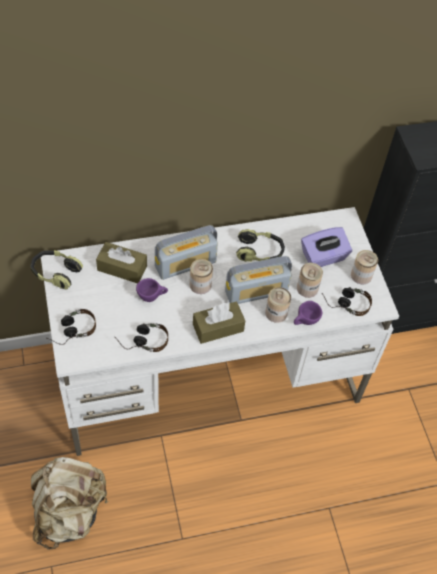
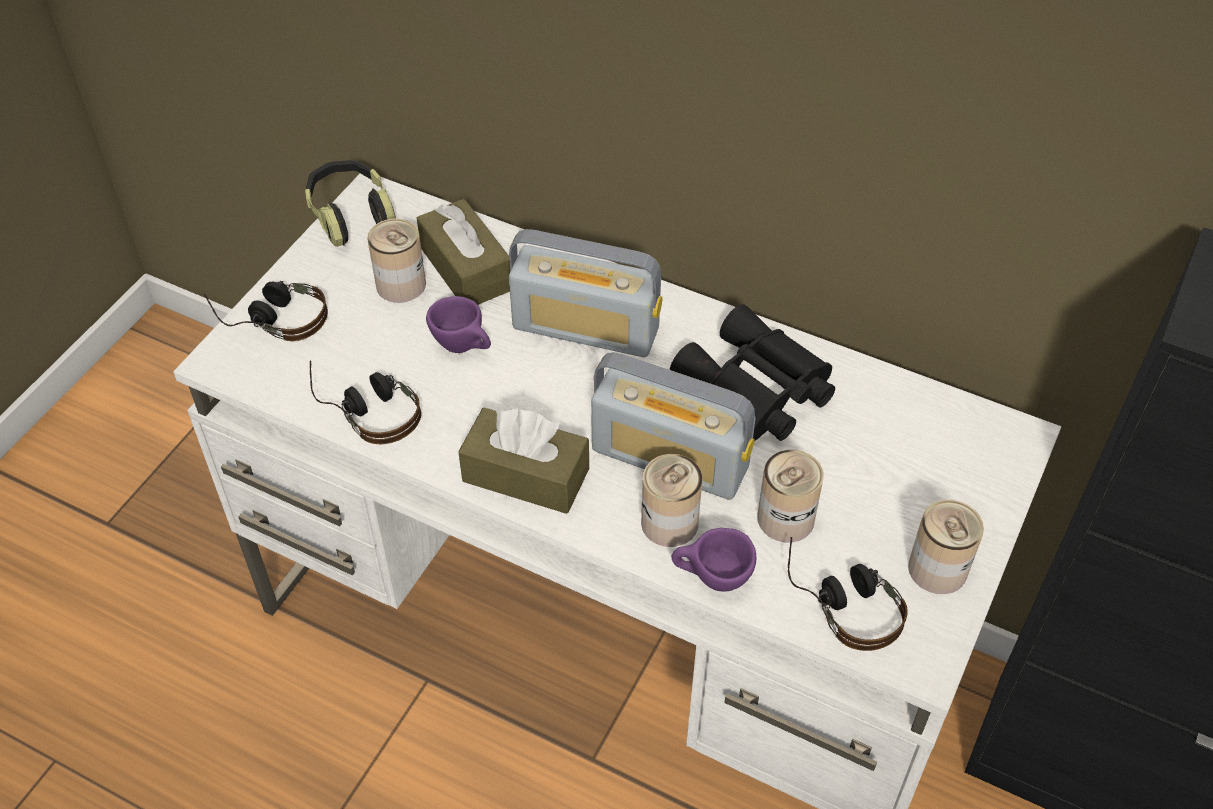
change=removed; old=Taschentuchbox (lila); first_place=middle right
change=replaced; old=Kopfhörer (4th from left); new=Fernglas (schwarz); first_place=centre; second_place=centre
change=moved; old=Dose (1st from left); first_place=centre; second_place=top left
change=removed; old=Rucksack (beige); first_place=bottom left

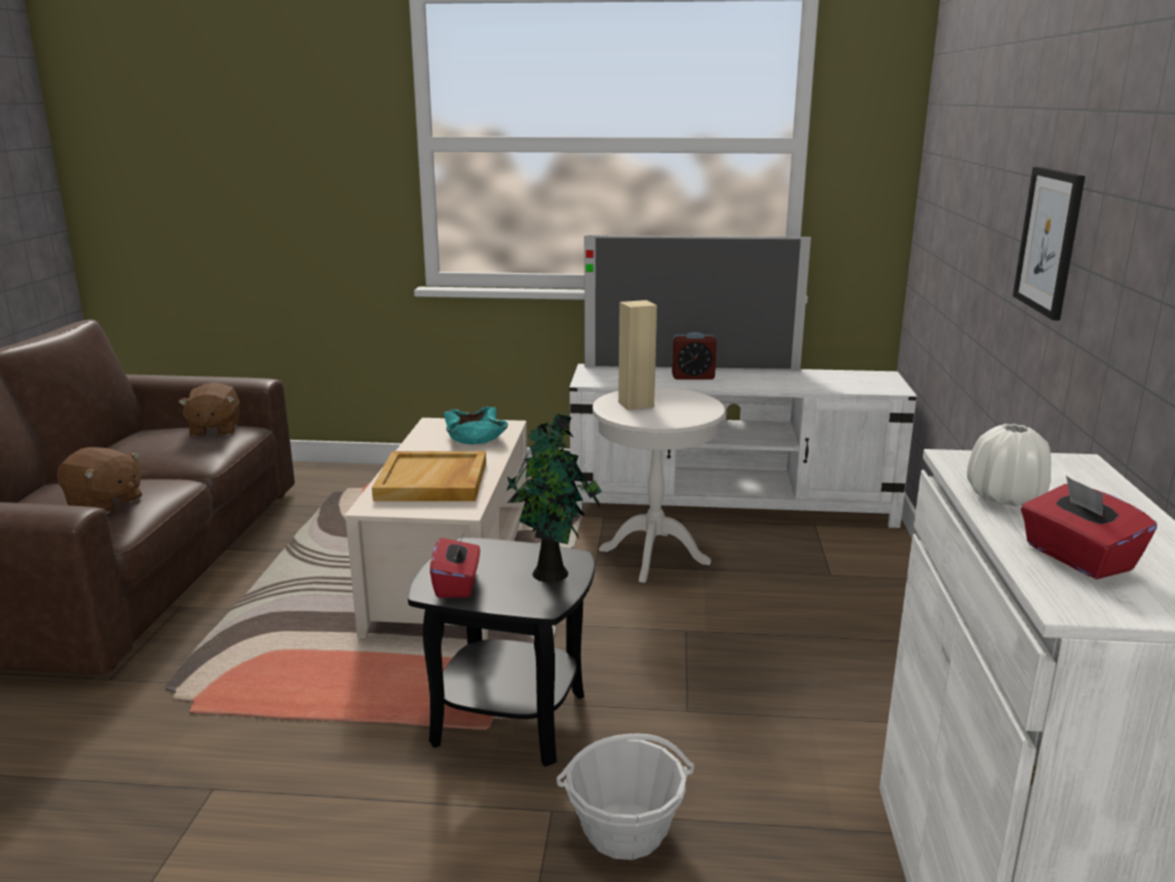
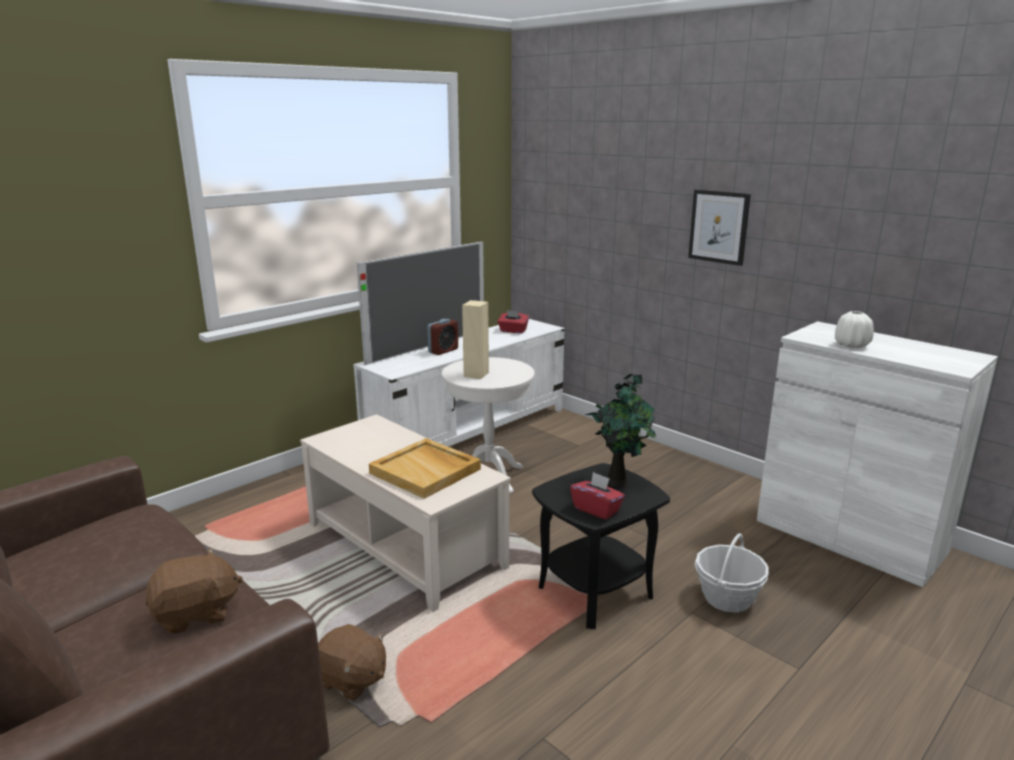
change=moved; old=Plüschtier (braun) (2nd from left); first_place=middle left; second_place=bottom centre
change=removed; old=Schüssel (türkis); first_place=centre
change=moved; old=Taschentuchbox (rot) (2nd from left in the first image); new=Taschentuchbox (rot) (1st from left); first_place=middle right; second_place=centre

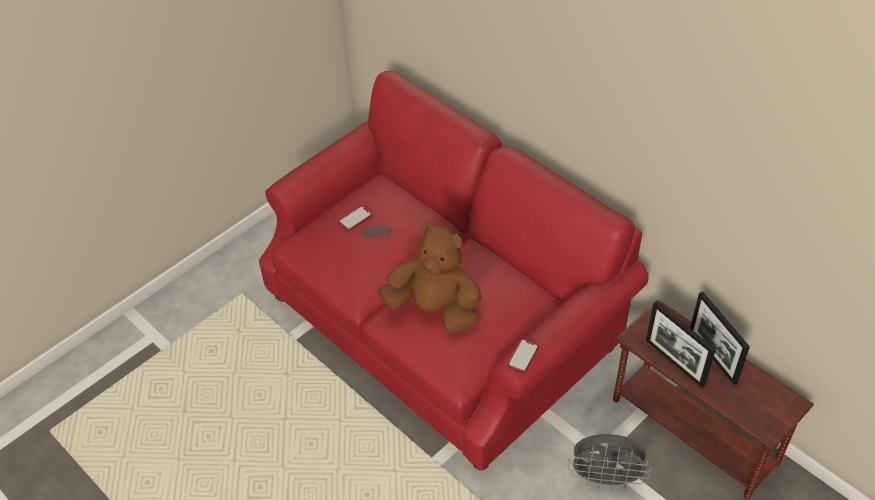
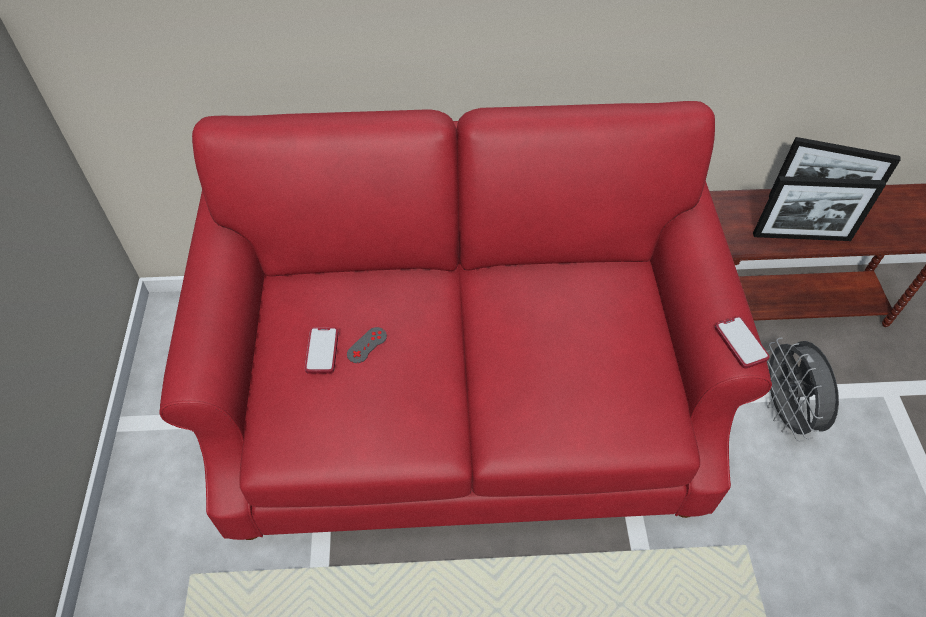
change=removed; old=Plüschtier (braun); first_place=centre
change=turned; old=Ventilator (grau); first_place=bottom right; second_place=middle right; degrees=120

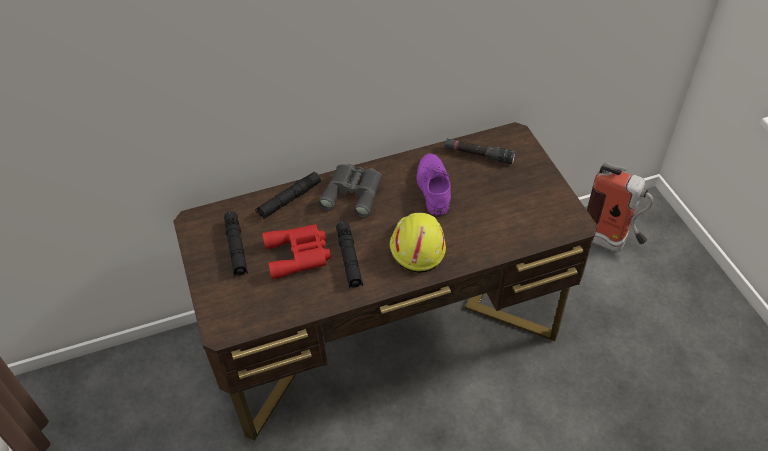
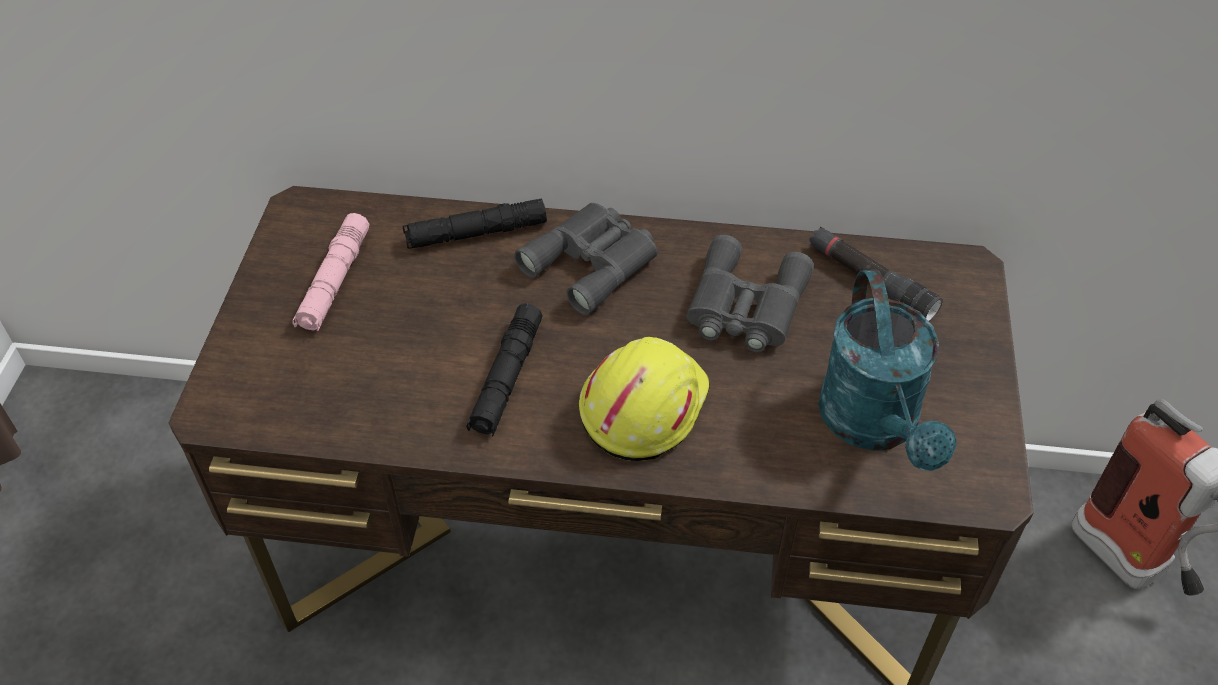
change=replaced; old=Schuh (lila); new=Fernglas (grau) (2nd from left); first_place=centre; second_place=centre
change=recoloured; old=Taschenlampe (schwarz) (1st from left); new=Taschenlampe (rosa); first_place=middle left; second_place=middle left
change=removed; old=Fernglas (rot); first_place=centre
change=added; new=Gießkanne (türkis); second_place=middle right

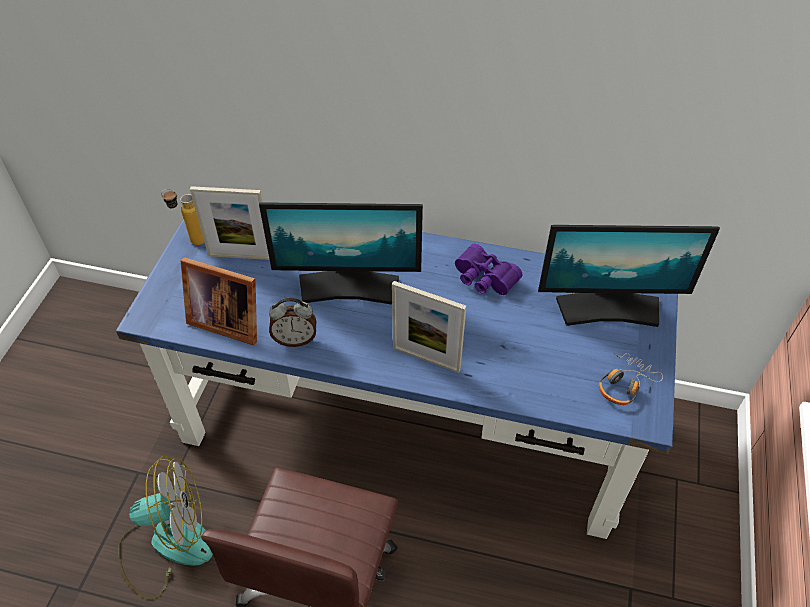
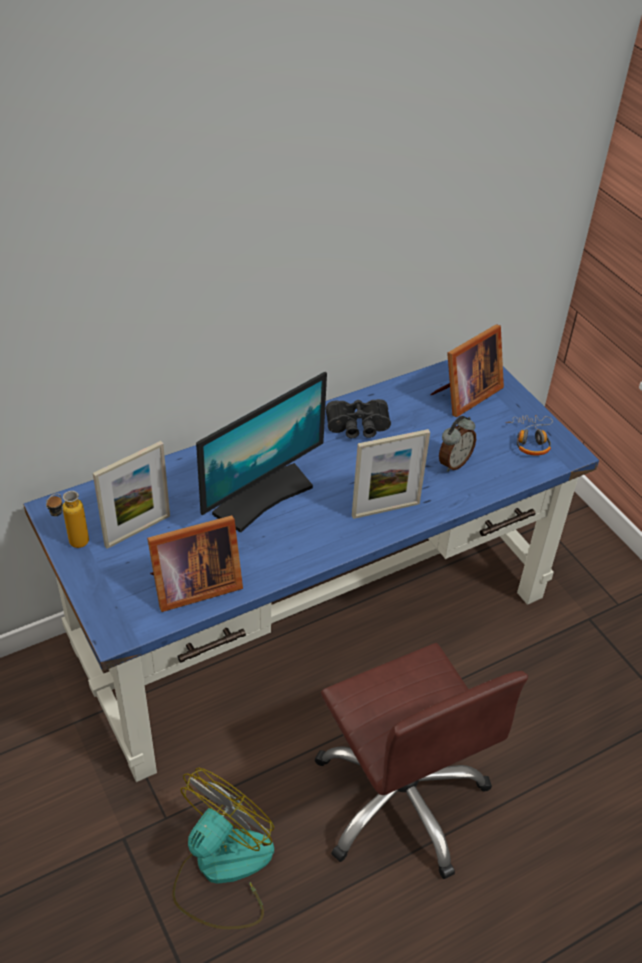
change=replaced; old=Monitor (2nd from left); new=Bilderrahmen (4th from left); first_place=middle right; second_place=middle right
change=recoloured; old=Fernglas (lila); new=Fernglas (schwarz); first_place=centre; second_place=centre
change=moved; old=Wecker; first_place=centre; second_place=middle right

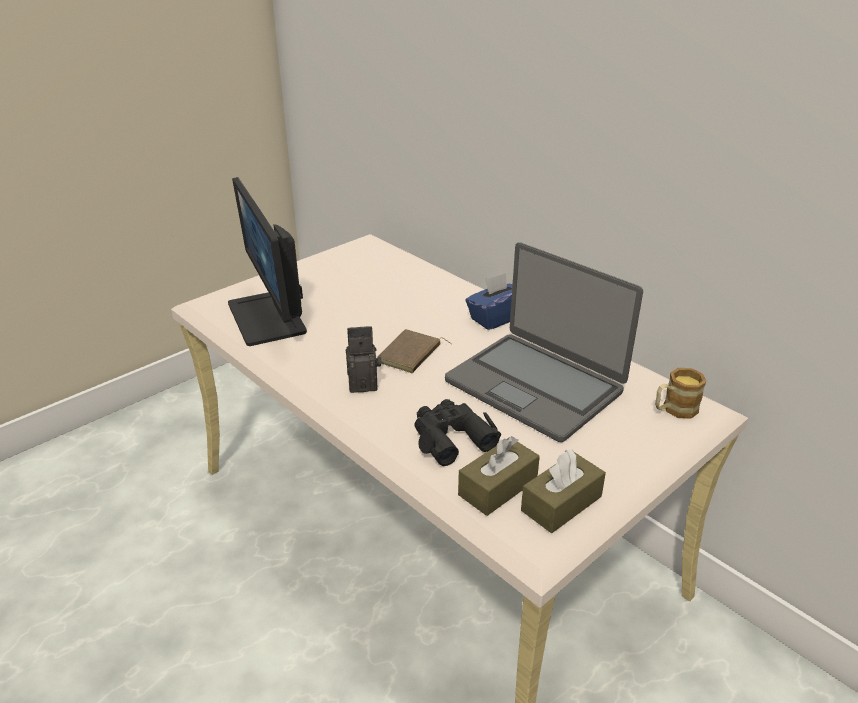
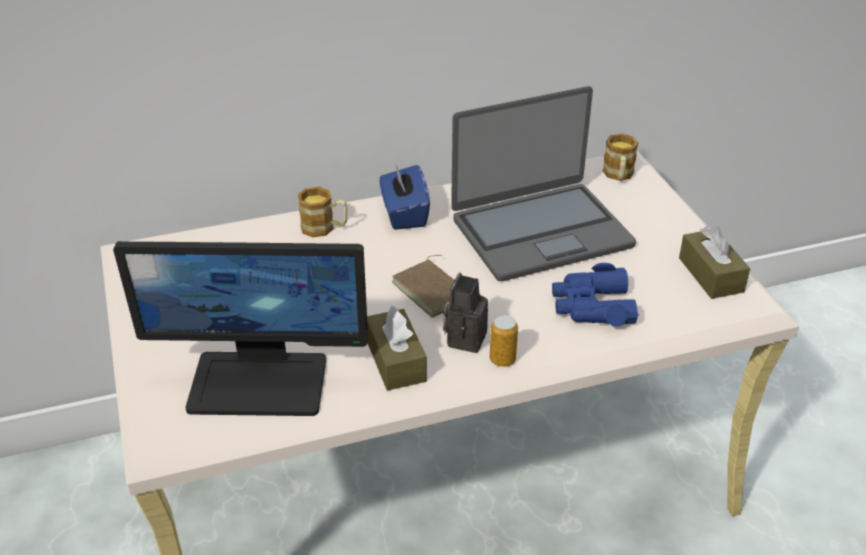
change=recoloured; old=Fernglas (schwarz); new=Fernglas (blau); first_place=centre; second_place=middle right
change=moved; old=Taschentuchbox (braun) (1st from left); first_place=bottom centre; second_place=centre
change=added; new=Henkelbecher (1st from left); second_place=centre
change=added; new=Dose; second_place=centre

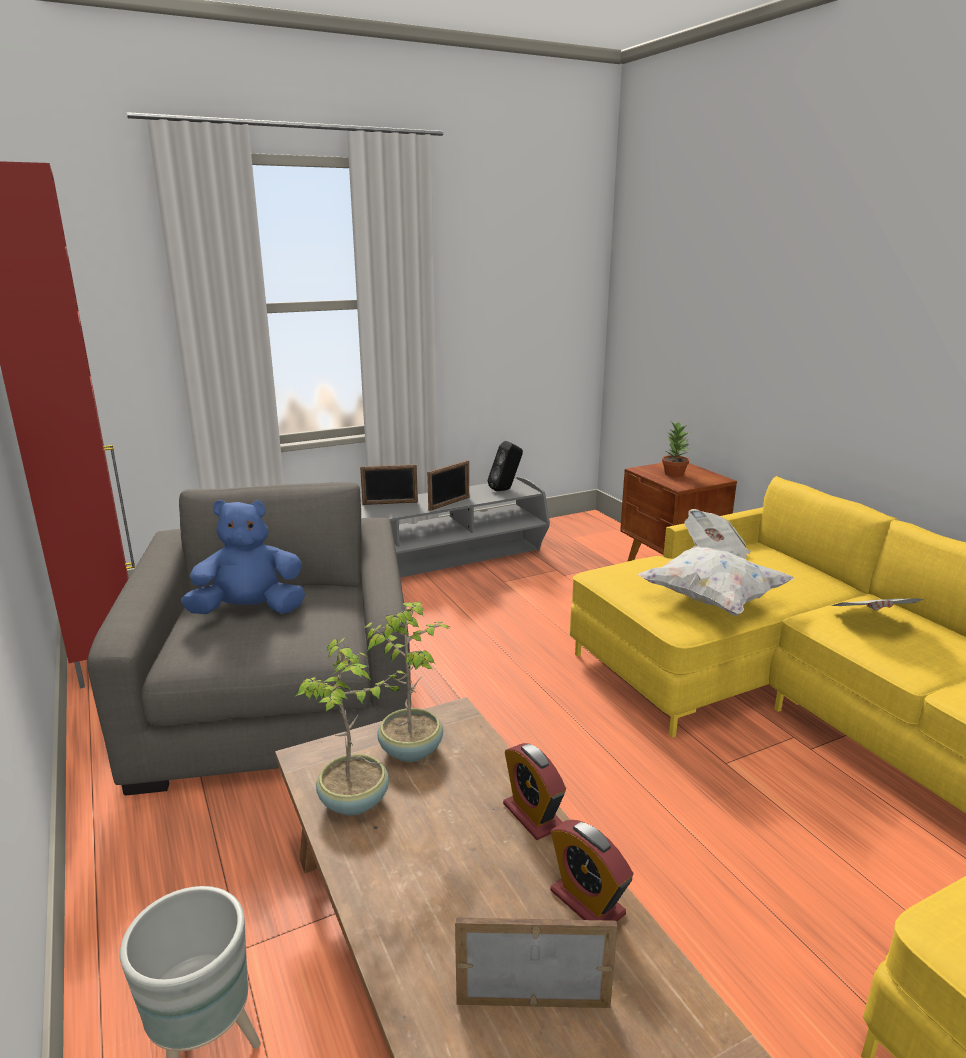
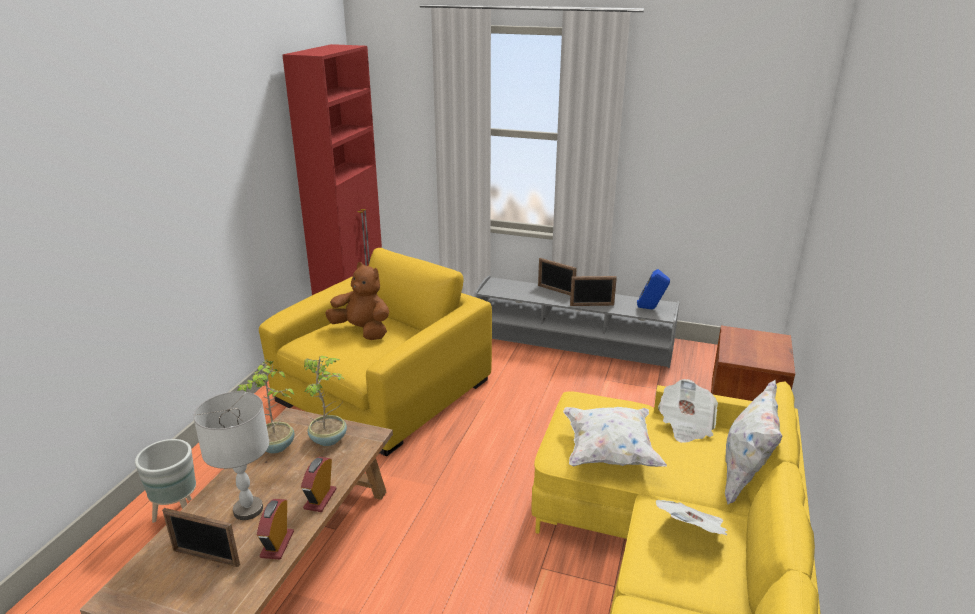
change=removed; old=Topfpflanze (3rd from left); first_place=middle right
change=recoloured; old=Lautsprecher (schwarz); new=Lautsprecher (blau); first_place=centre; second_place=middle right
change=recoloured; old=Sessel (grau); new=Sessel (gelb); first_place=middle left; second_place=centre
change=recoloured; old=Plüschtier (blau); new=Plüschtier (braun); first_place=middle left; second_place=centre
change=turned; old=Bilderrahmen (3rd from left in the first image); first_place=bottom centre; second_place=bottom left; degrees=150
change=added; new=Kissen (weiß) (2nd from left); second_place=bottom right
change=added; new=Tischlampe (grau); second_place=bottom left

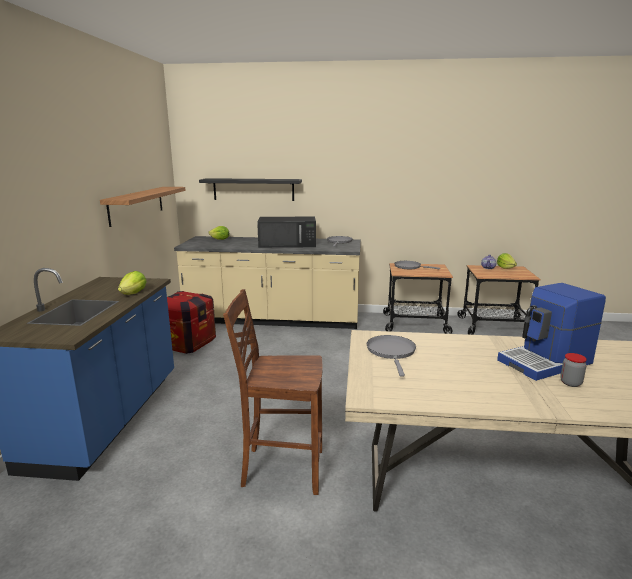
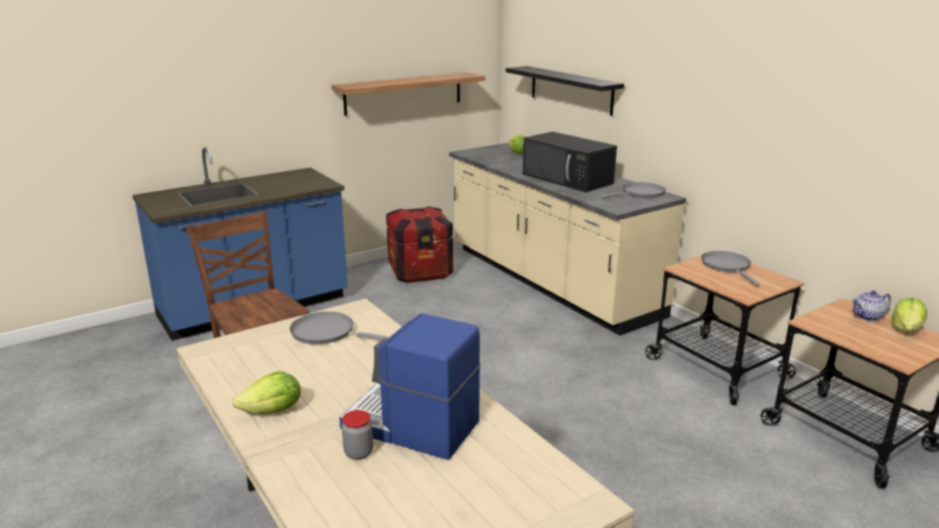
change=moved; old=Salatkopf (1st from left); first_place=middle left; second_place=bottom left
change=turned; old=Pfanne (grau) (2nd from left in the first image); first_place=centre; second_place=centre; degrees=-120

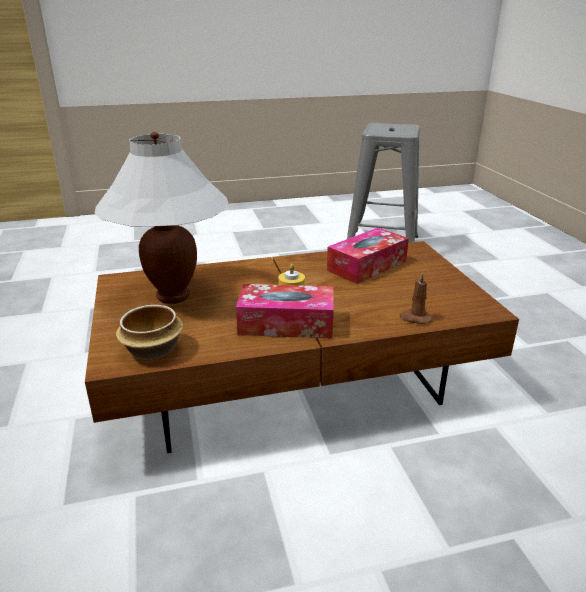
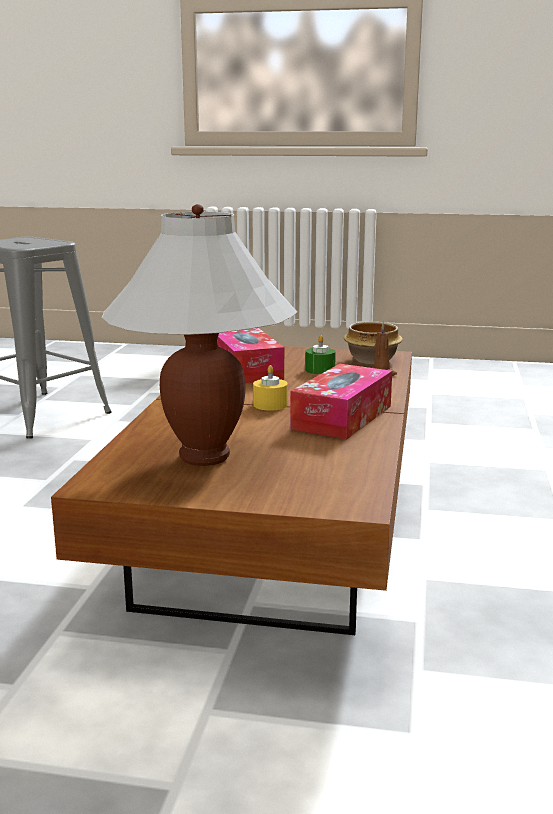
change=moved; old=Schüssel; first_place=middle left; second_place=middle right
change=added; new=Kerze (grün); second_place=centre

